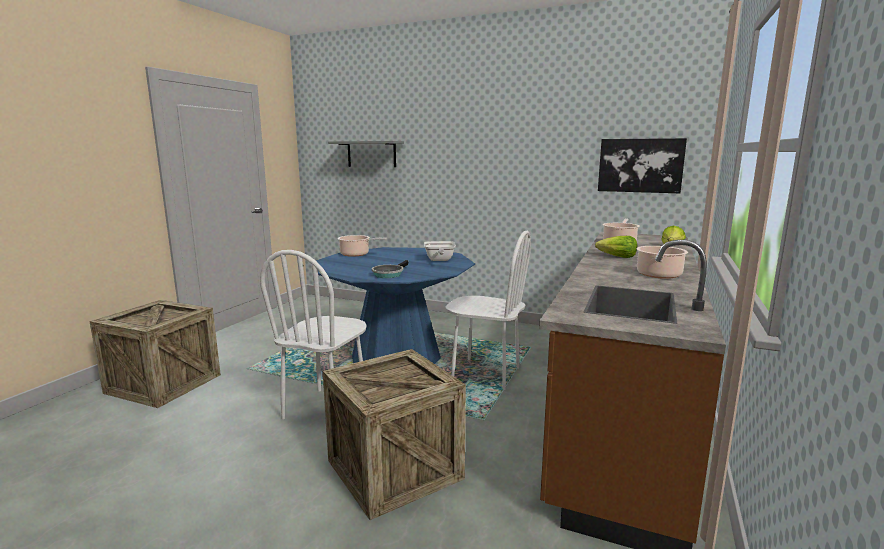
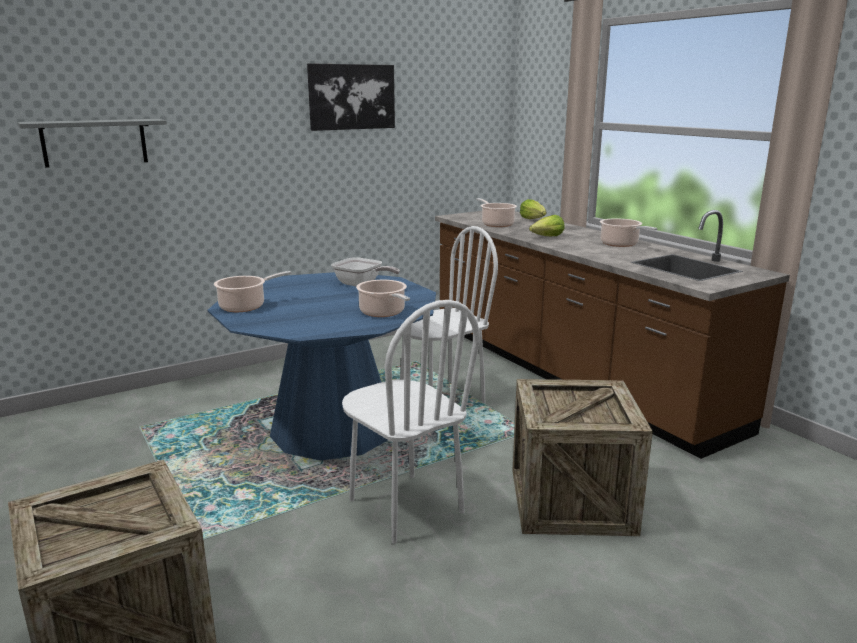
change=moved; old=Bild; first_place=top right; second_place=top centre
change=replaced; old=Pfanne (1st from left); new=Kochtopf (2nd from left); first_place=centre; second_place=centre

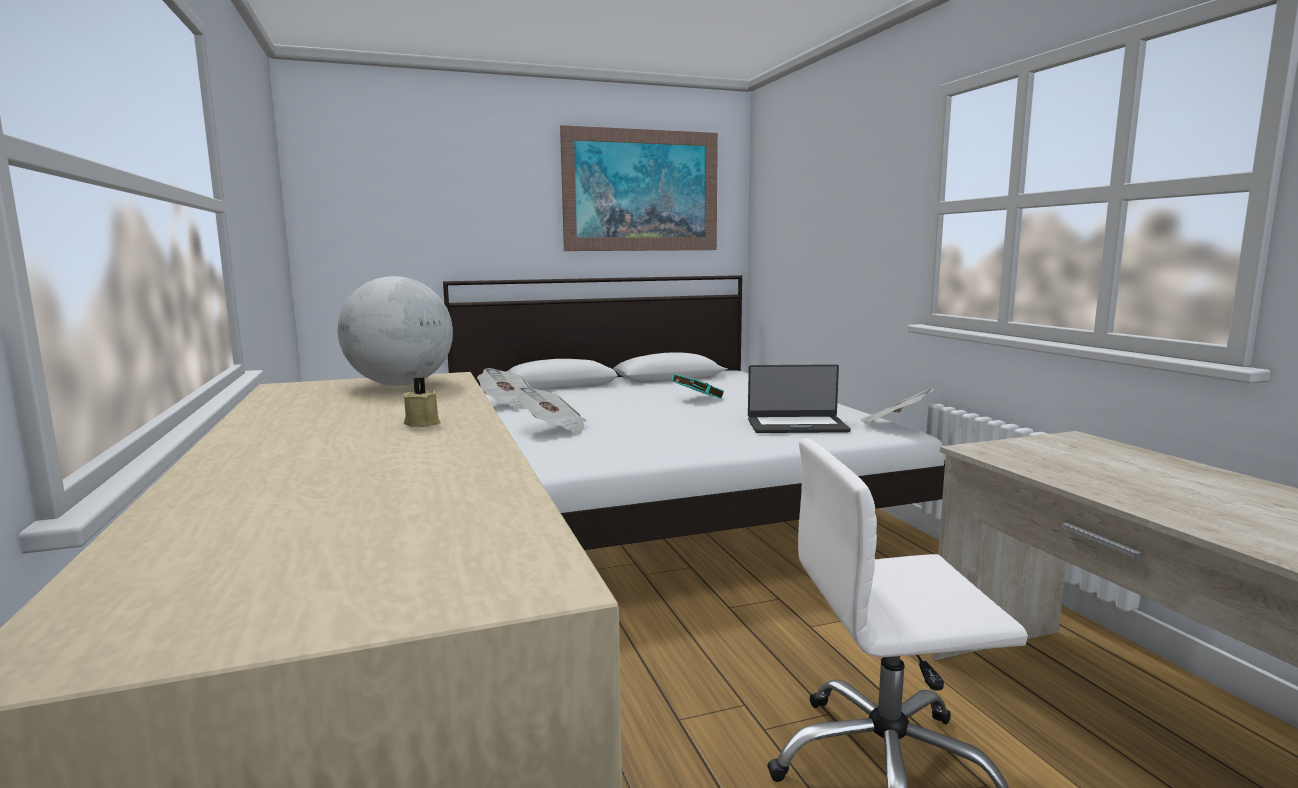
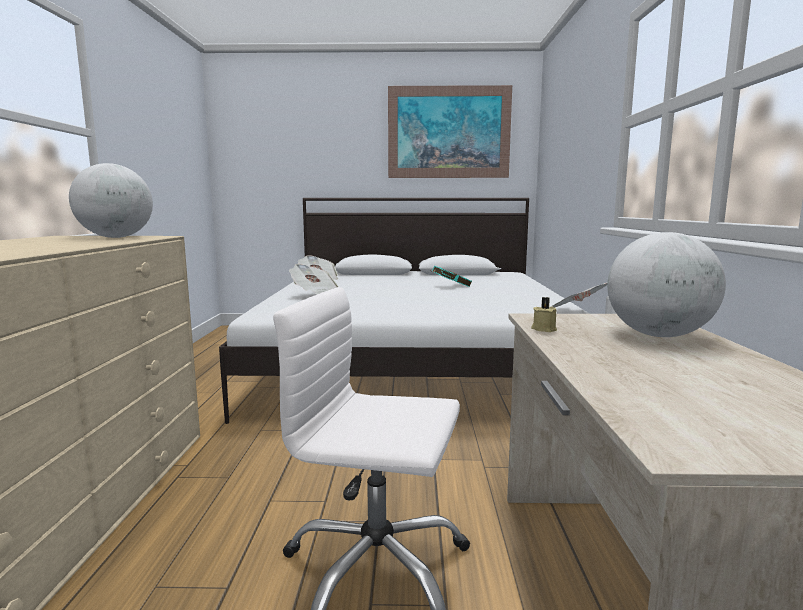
change=removed; old=Laptop; first_place=centre
change=moved; old=Kerze (beige); first_place=middle left; second_place=middle right
change=added; new=Globus (2nd from left); second_place=middle right

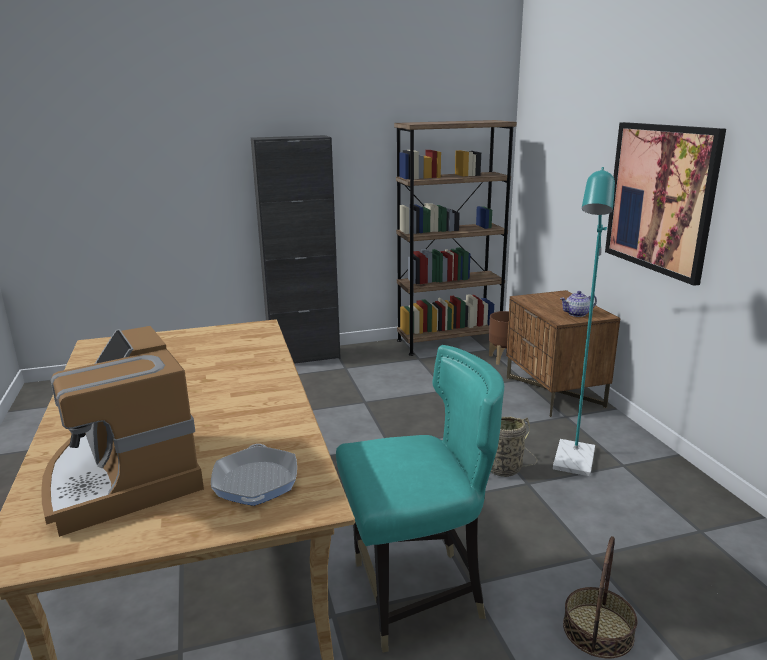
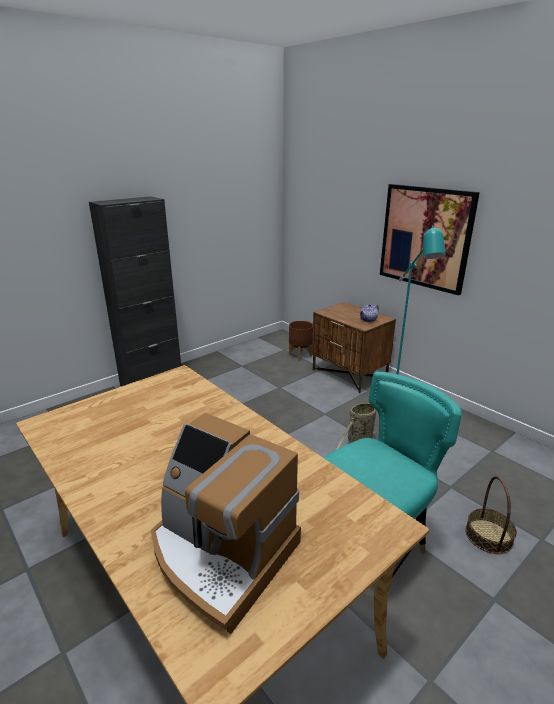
change=removed; old=Bücherregal (braun); first_place=centre
change=removed; old=Pfanne; first_place=bottom left

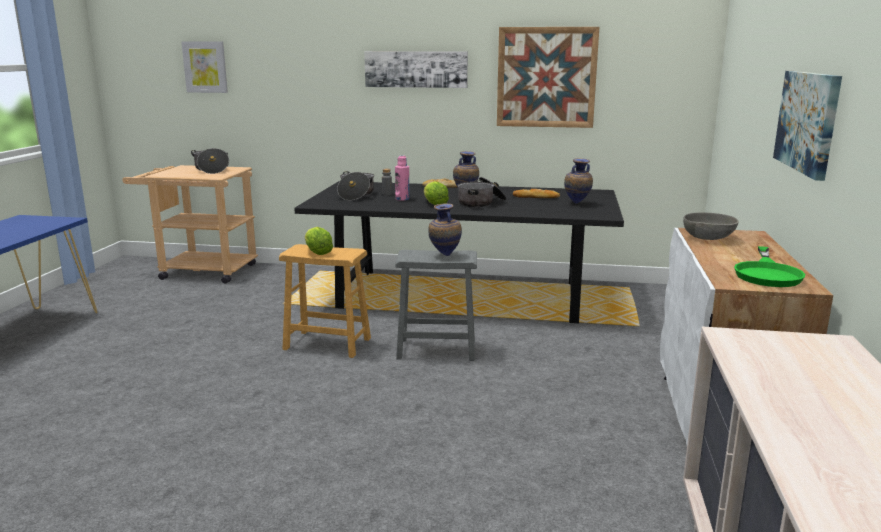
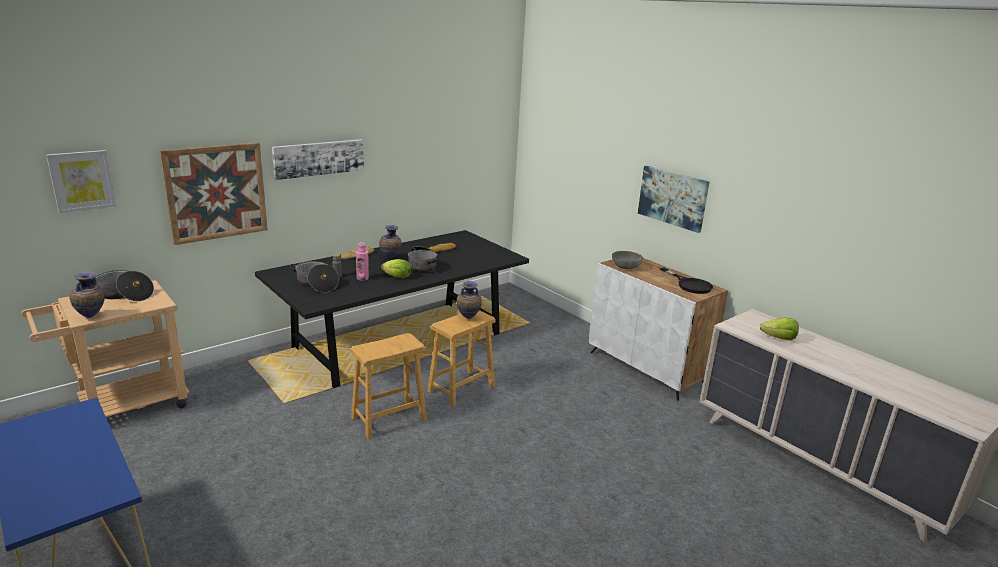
change=moved; old=Bild (3rd from left in the first image); new=Bild (2nd from left); first_place=top centre; second_place=middle left
change=moved; old=Vase (3rd from left in the first image); new=Vase (1st from left); first_place=centre; second_place=middle left
change=moved; old=Salatkopf (1st from left in the first image); new=Salatkopf (2nd from left); first_place=centre; second_place=middle right
change=recoloured; old=Pfanne (grün); new=Pfanne (schwarz); first_place=middle right; second_place=middle right
change=recoloured; old=Hocker (grau); new=Hocker (braun) (2nd from left); first_place=centre; second_place=centre

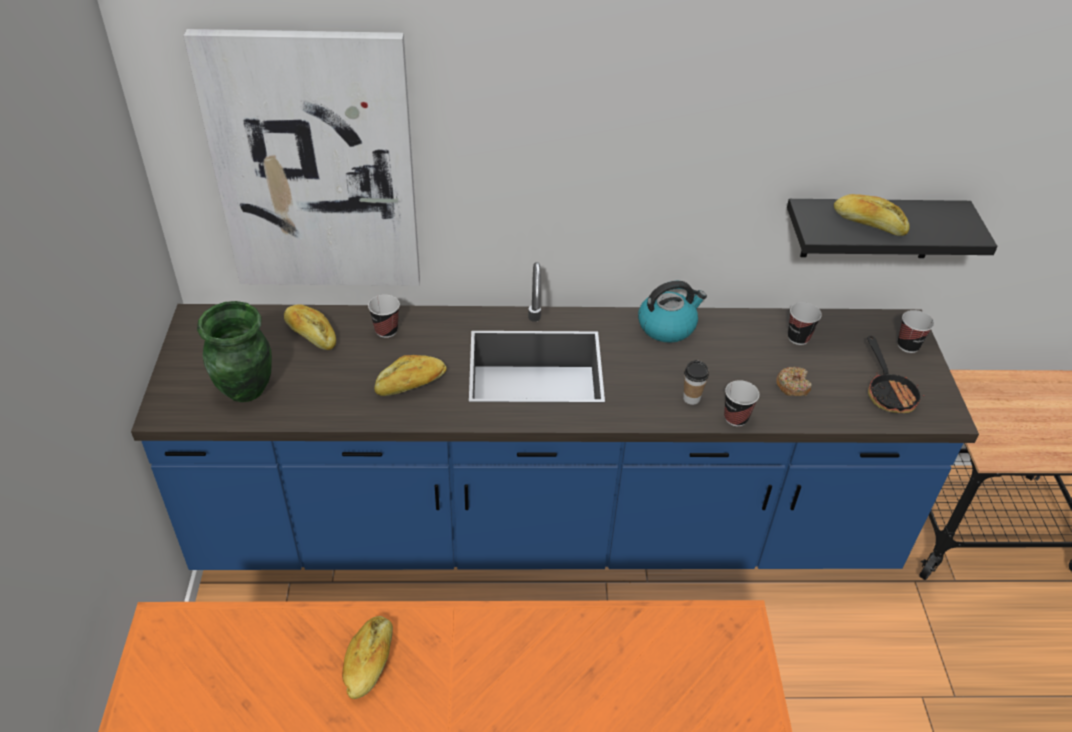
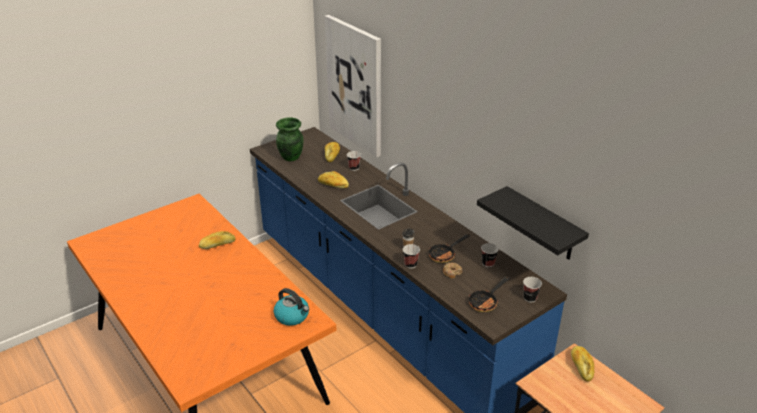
change=moved; old=Brot (4th from left); first_place=top right; second_place=bottom right
change=moved; old=Wasserkessel; first_place=centre; second_place=bottom centre
change=added; new=Pfanne (1st from left); second_place=centre

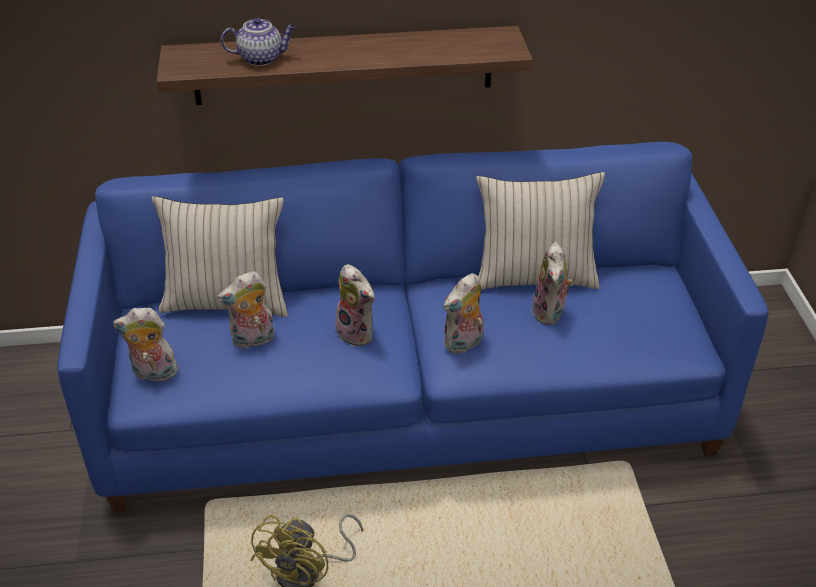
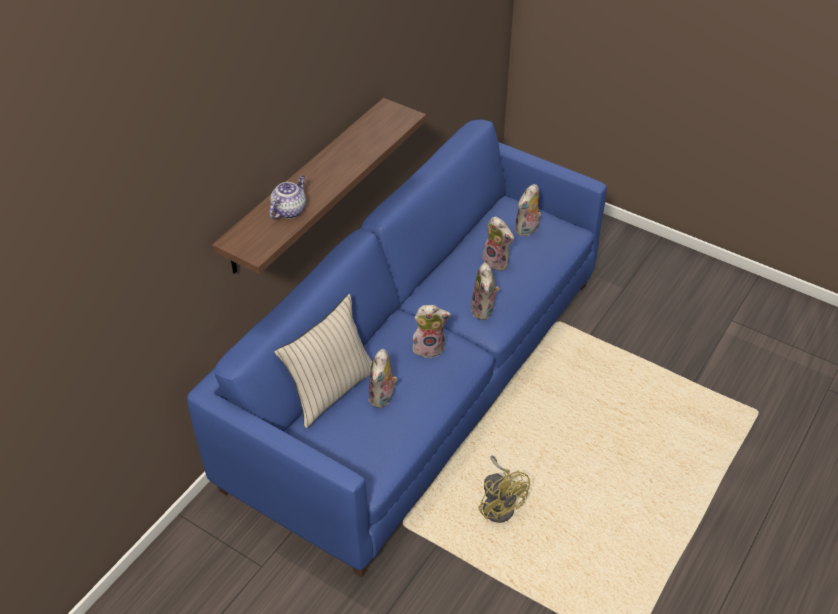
change=removed; old=Kissen (beige) (2nd from left); first_place=centre
change=moved; old=Plüschtier (1st from left in the first image); new=Plüschtier (5th from left); first_place=middle left; second_place=centre

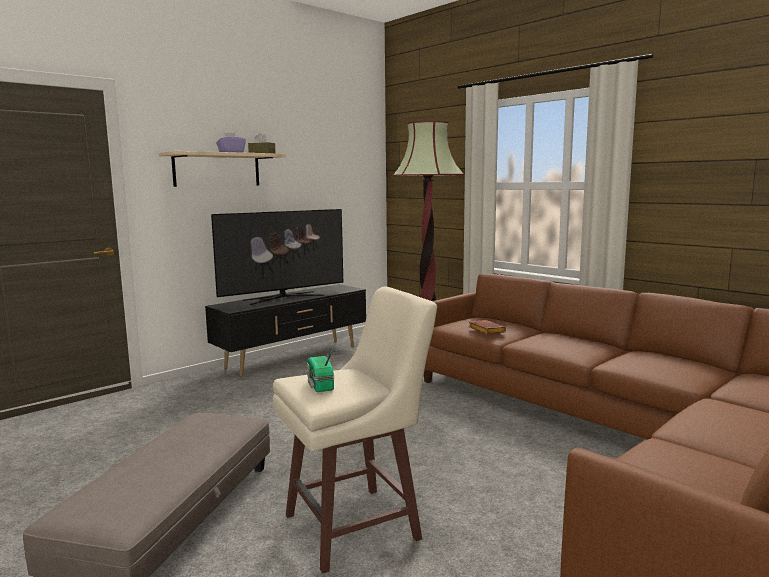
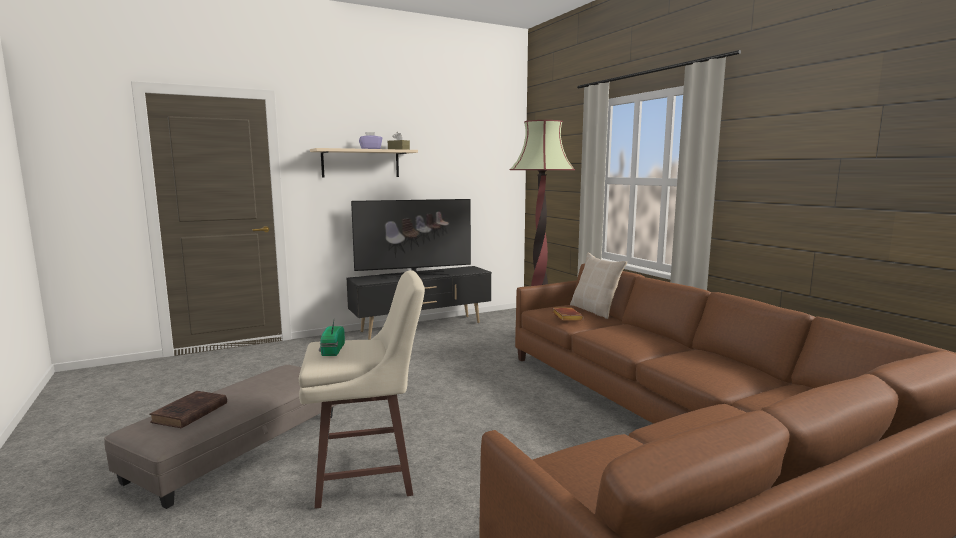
change=added; new=Kissen (beige); second_place=centre
change=added; new=Buch (braun) (1st from left); second_place=bottom left

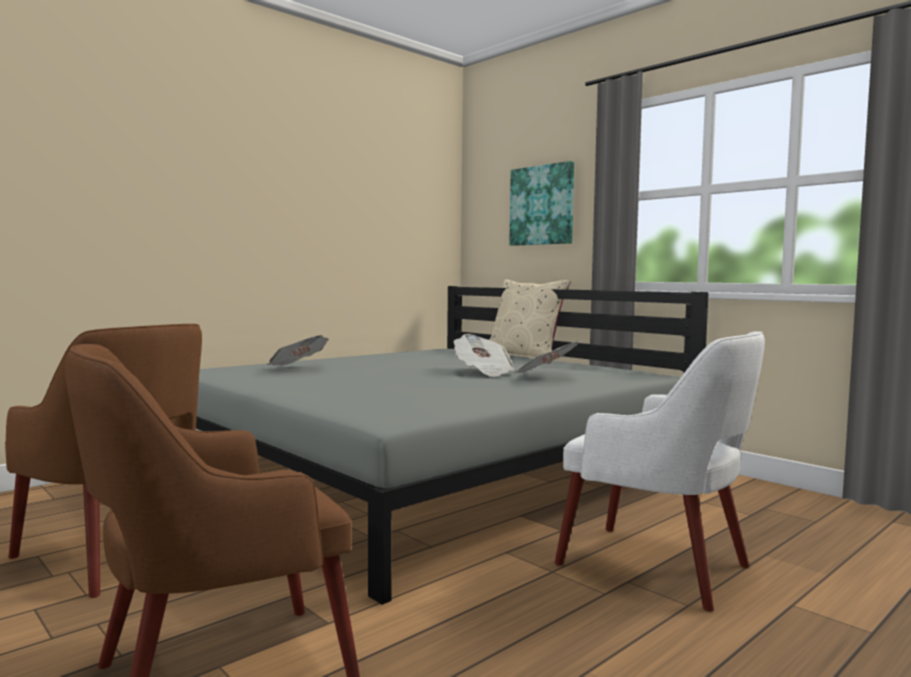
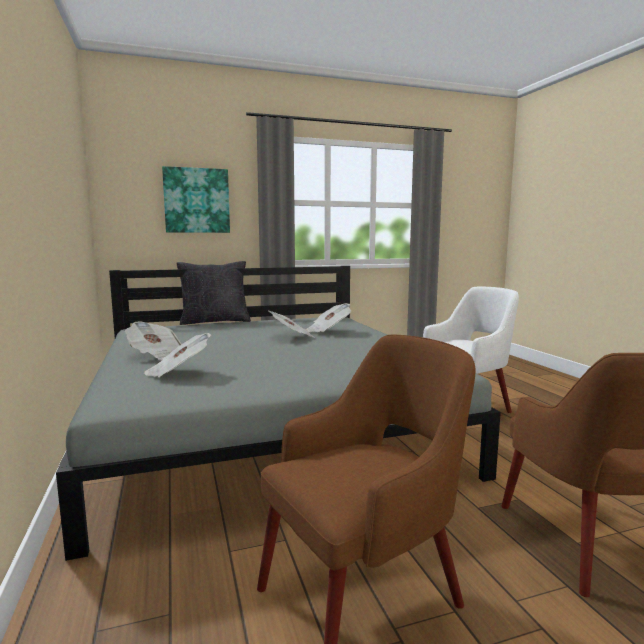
change=recoloured; old=Kissen (beige); new=Kissen (schwarz); first_place=centre; second_place=middle left
change=added; new=Zeitung (1st from left); second_place=middle left

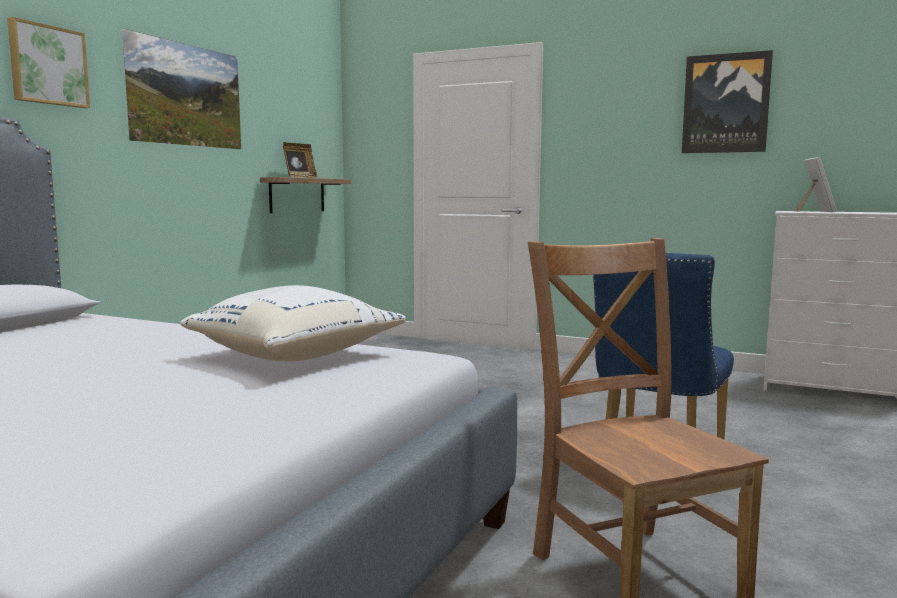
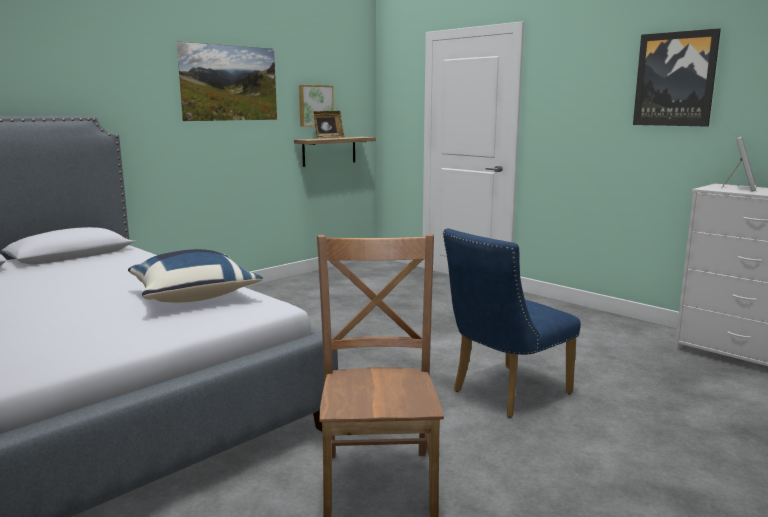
change=moved; old=Bild (1st from left in the first image); new=Bild (2nd from left); first_place=top left; second_place=top centre
change=recoloured; old=Kissen (weiß); new=Kissen (blau); first_place=middle left; second_place=middle left

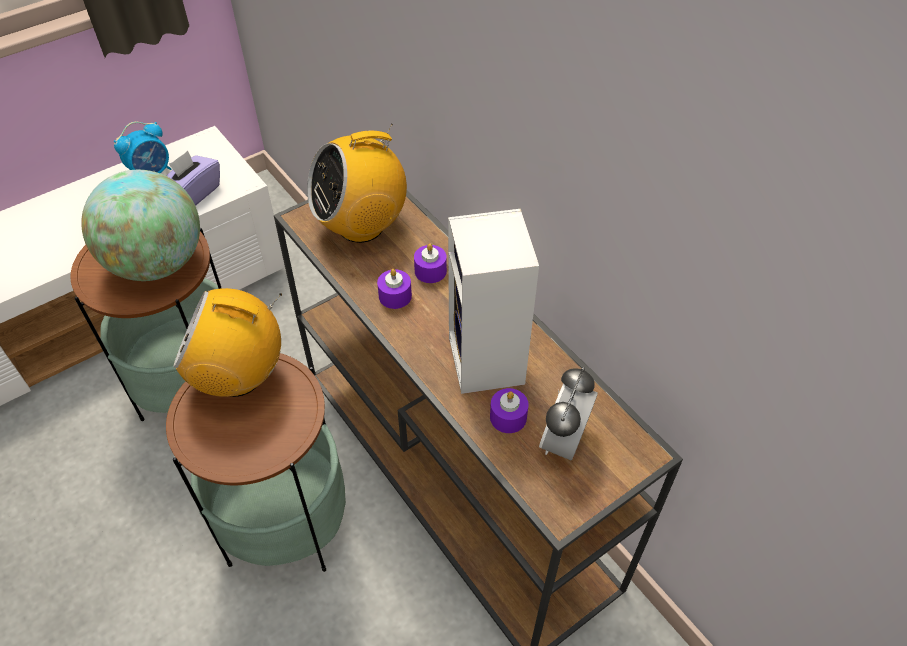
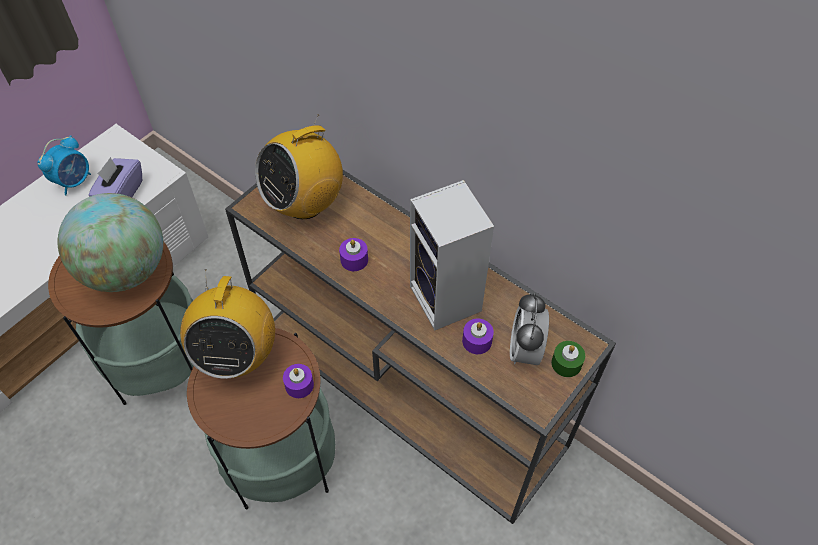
change=moved; old=Kerze (lila) (2nd from left in the first image); new=Kerze (lila) (1st from left); first_place=centre; second_place=bottom centre
change=turned; old=Radio (1st from left); first_place=middle left; second_place=middle left; degrees=-75
change=added; new=Kerze (grün); second_place=middle right

